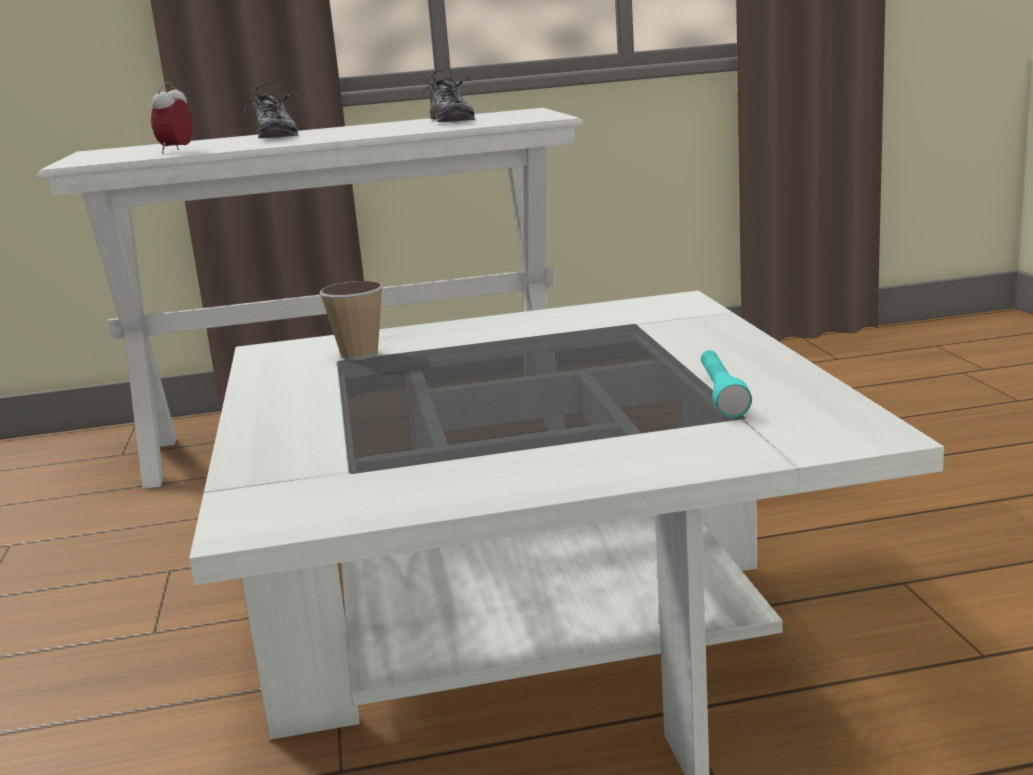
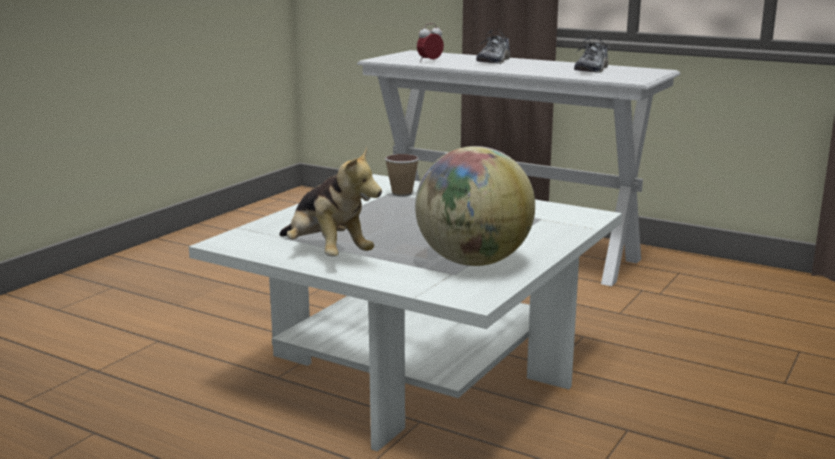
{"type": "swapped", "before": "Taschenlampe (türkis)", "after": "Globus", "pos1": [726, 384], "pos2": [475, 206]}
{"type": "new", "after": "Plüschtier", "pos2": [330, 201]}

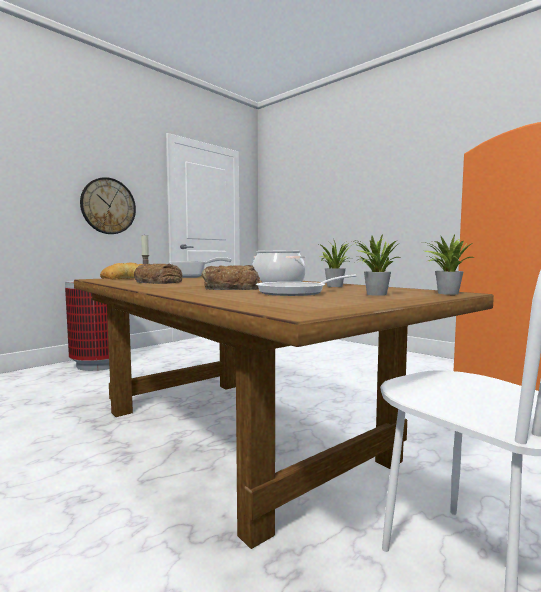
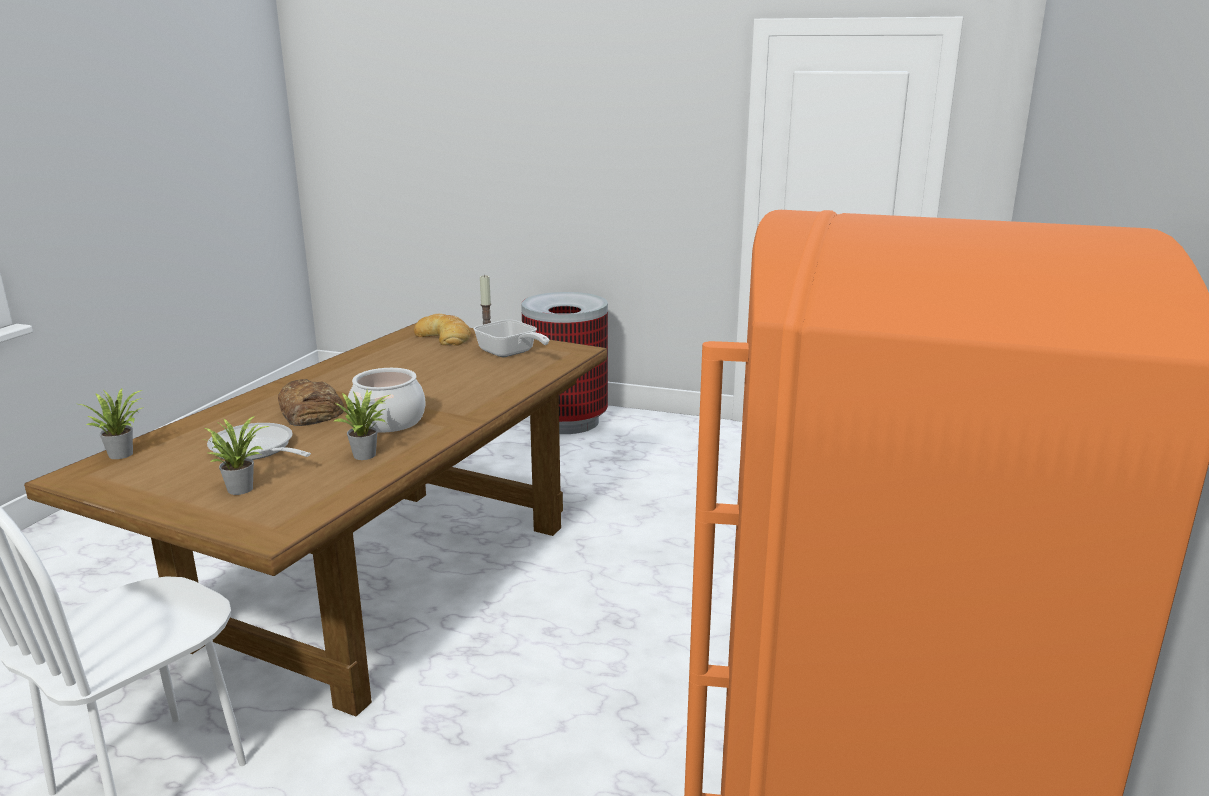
{"type": "gone", "before": "Wanduhr", "pos1": [108, 205]}
{"type": "gone", "before": "Brot", "pos1": [158, 274]}
{"type": "shifted", "before": "Topfpflanze", "pos1": [449, 265], "pos2": [111, 423]}

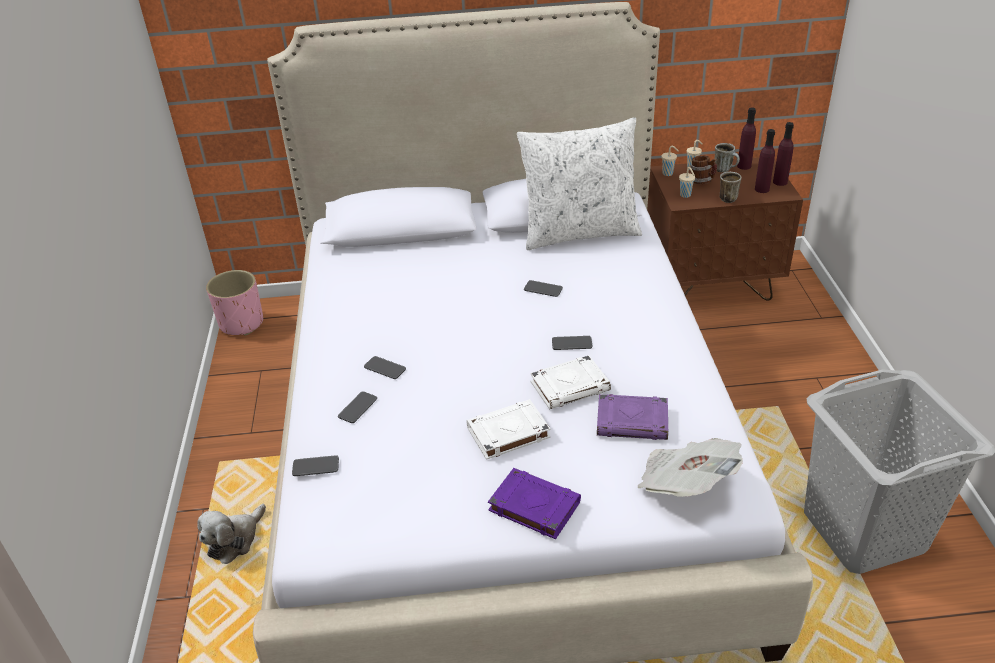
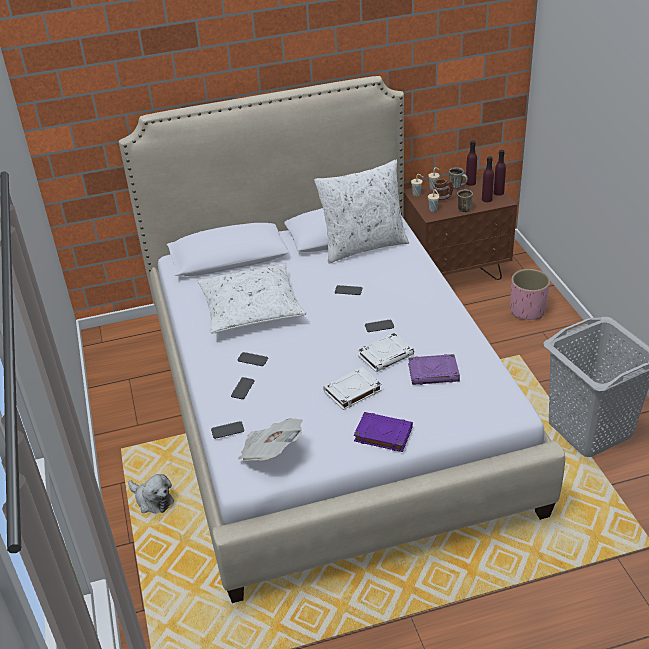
{"type": "rotated", "before": "Plüschtier", "pos1": [231, 534], "pos2": [151, 494], "turn": -75}
{"type": "shifted", "before": "Pflanzkübel (rosa)", "pos1": [234, 303], "pos2": [530, 294]}
{"type": "shifted", "before": "Zeitung", "pos1": [690, 467], "pos2": [270, 439]}
{"type": "new", "after": "Kissen (weiß)", "pos2": [252, 298]}

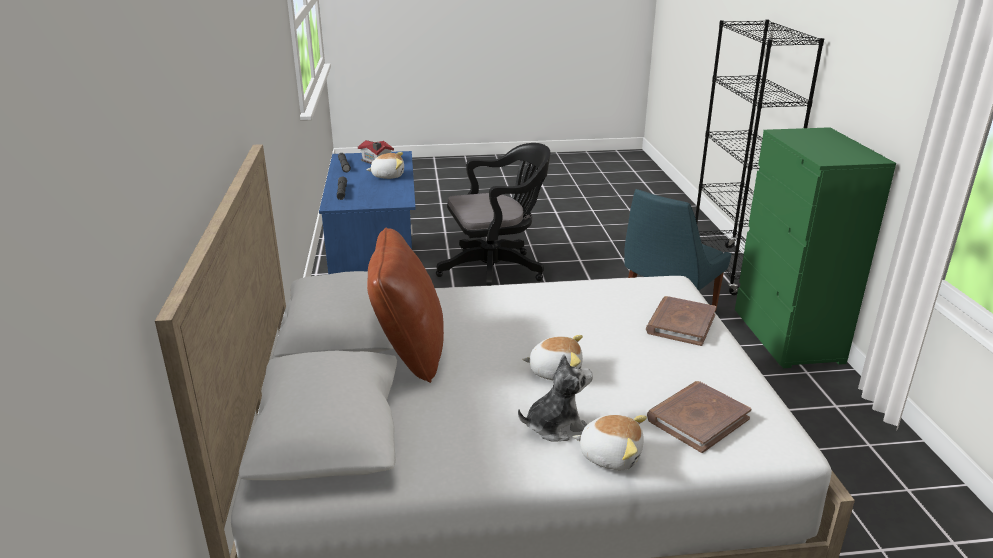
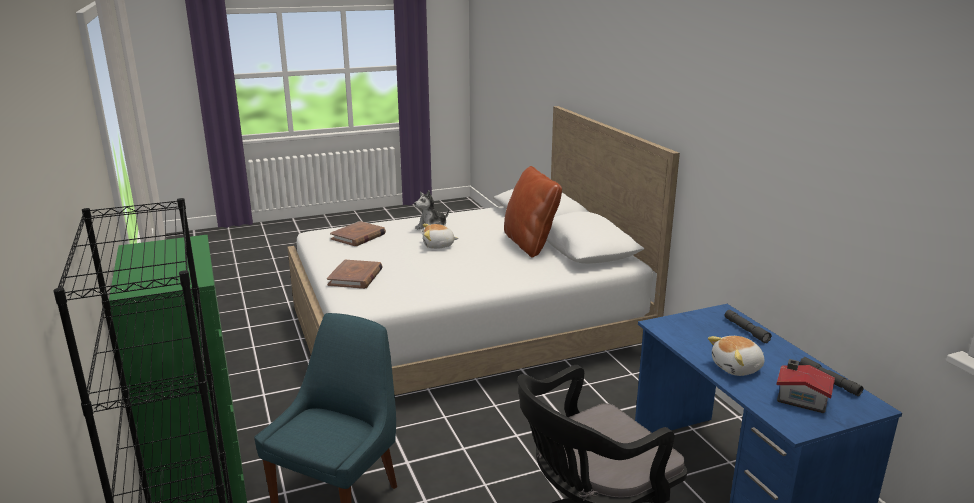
{"type": "gone", "before": "Plüschtier", "pos1": [610, 442]}

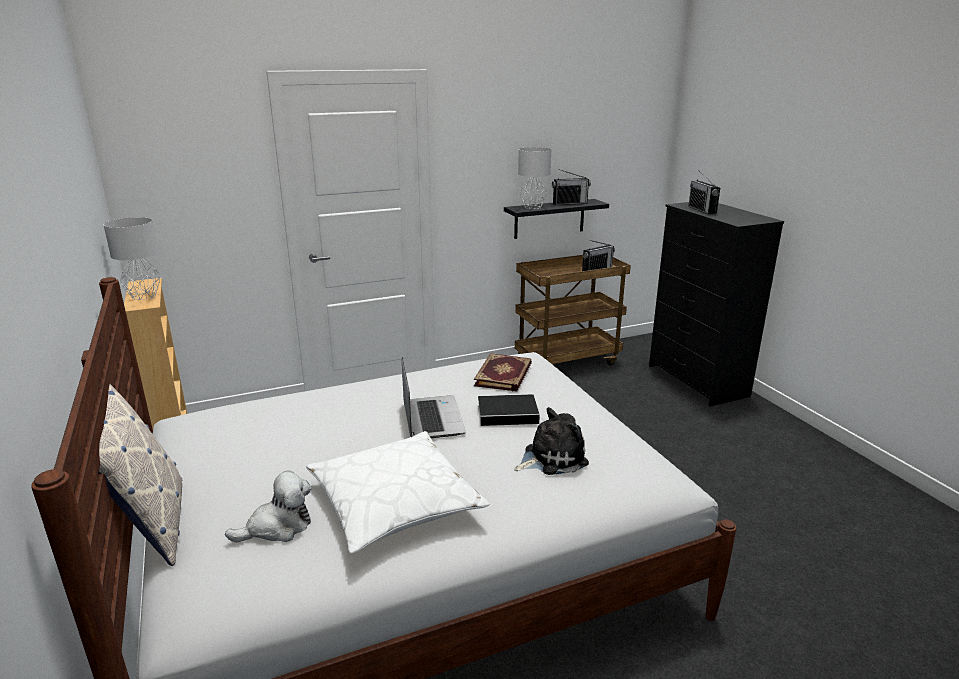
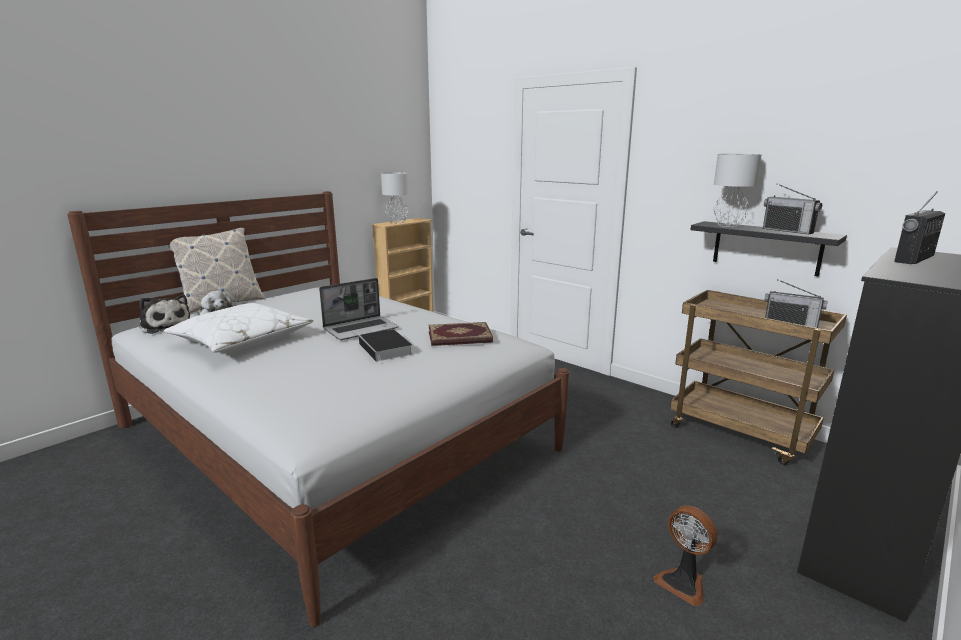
{"type": "shifted", "before": "Plüschtier", "pos1": [551, 441], "pos2": [164, 314]}
{"type": "new", "after": "Ventilator", "pos2": [685, 556]}

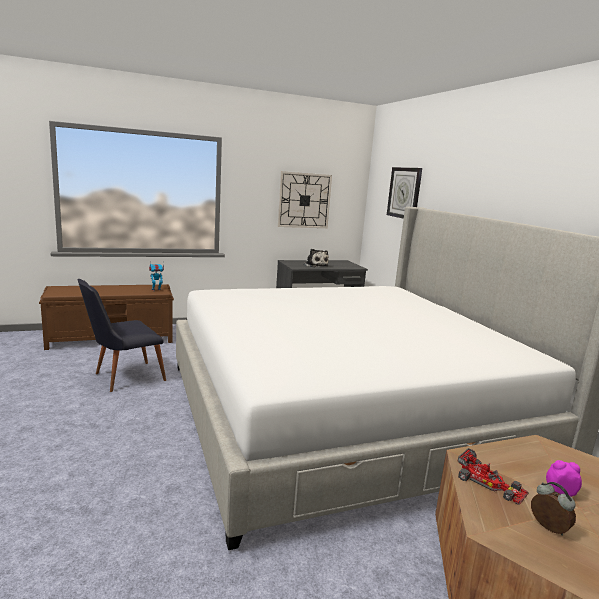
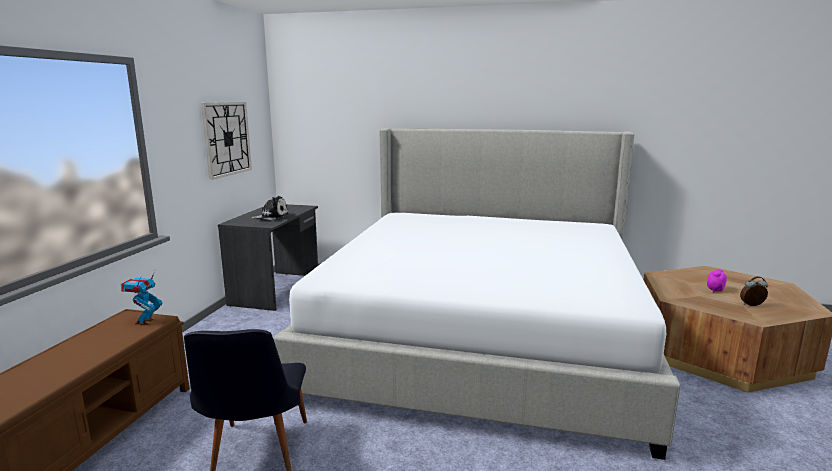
{"type": "gone", "before": "Wanduhr", "pos1": [404, 193]}
{"type": "gone", "before": "Spielzeugauto", "pos1": [493, 476]}

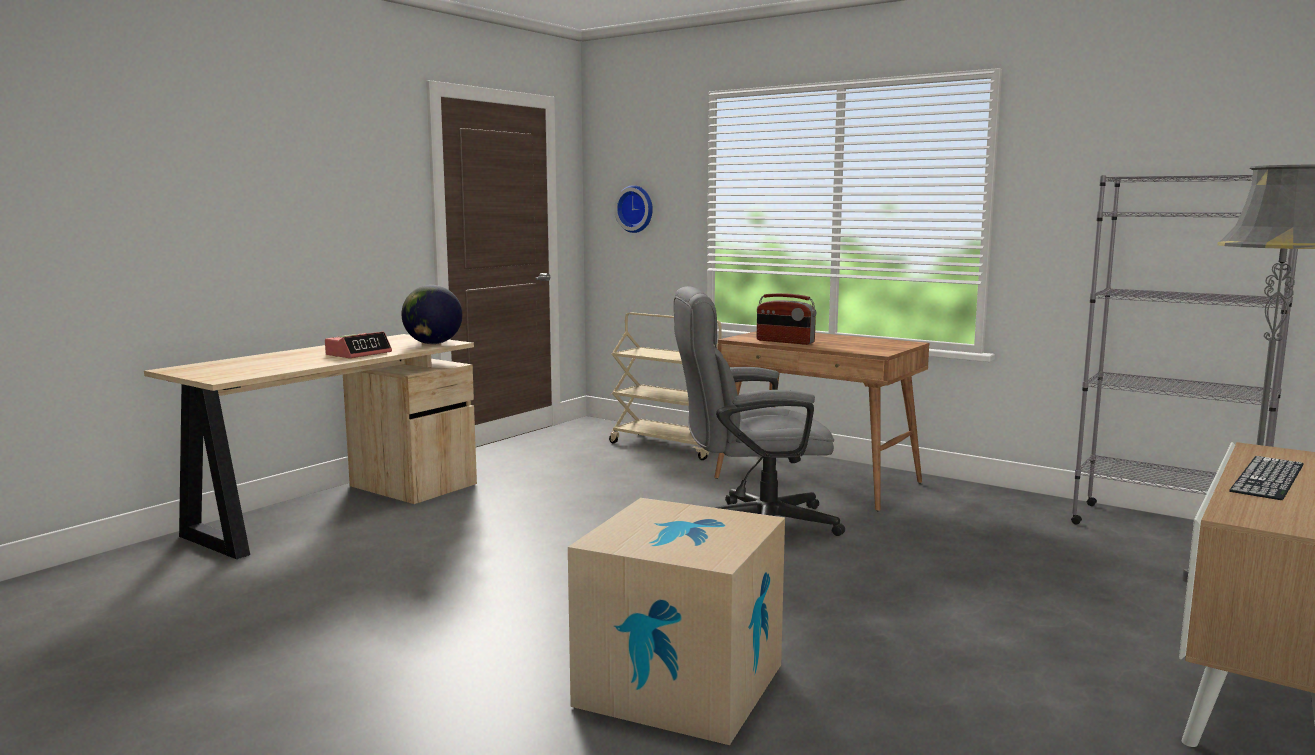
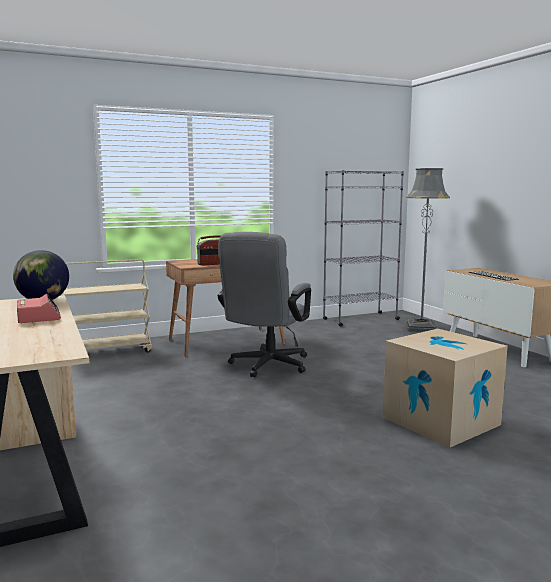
{"type": "gone", "before": "Wanduhr", "pos1": [633, 209]}

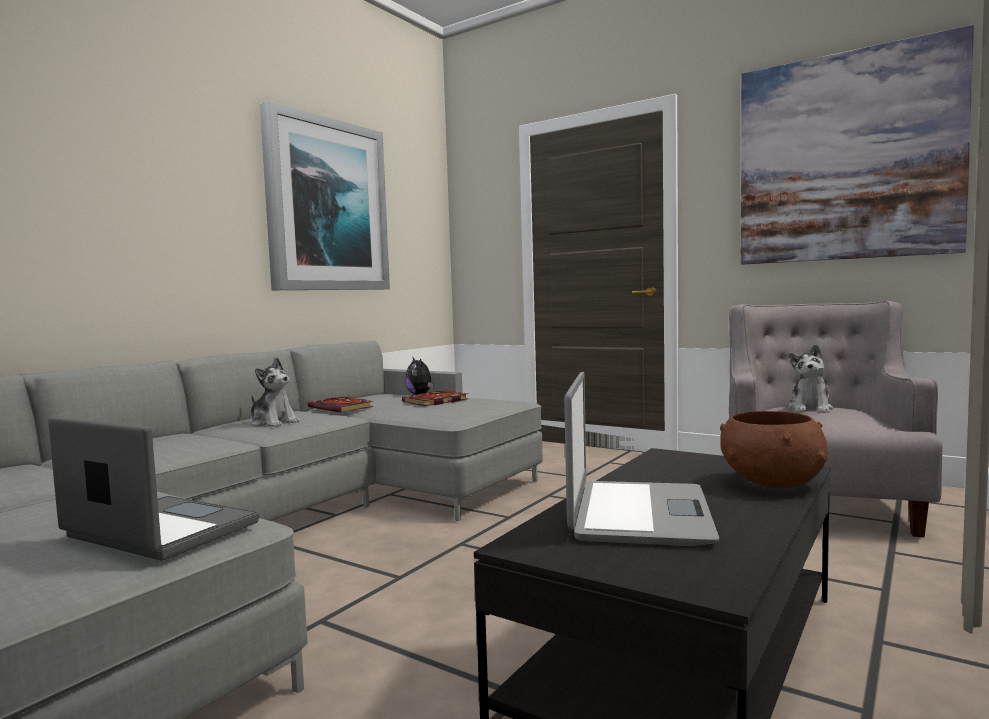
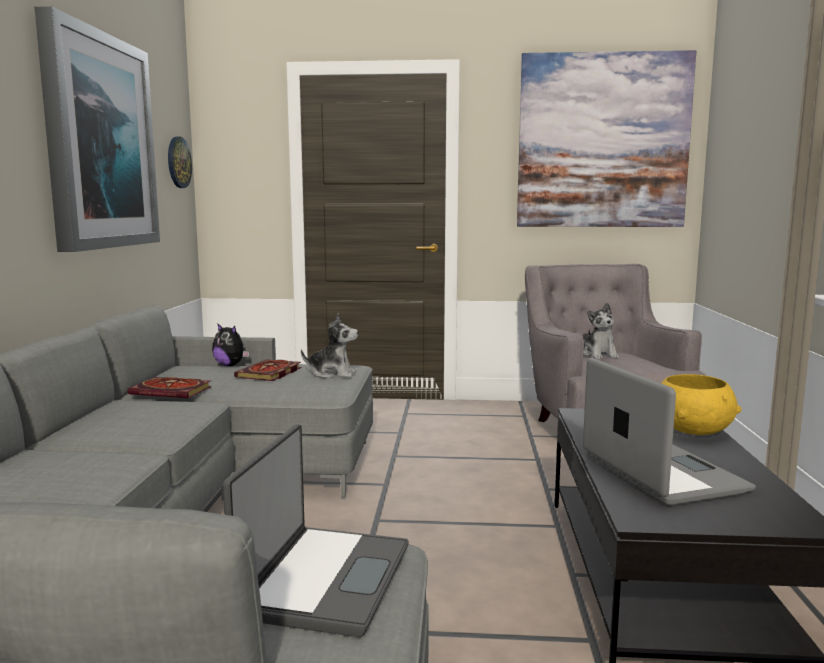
{"type": "rotated", "before": "Laptop", "pos1": [154, 488], "pos2": [316, 530], "turn": 105}
{"type": "shifted", "before": "Plüschtier", "pos1": [275, 392], "pos2": [329, 346]}
{"type": "repainted", "before": "Schüssel (braun)", "after": "Schüssel (gelb)", "pos1": [774, 449], "pos2": [701, 404]}
{"type": "new", "after": "Wanduhr", "pos2": [180, 162]}

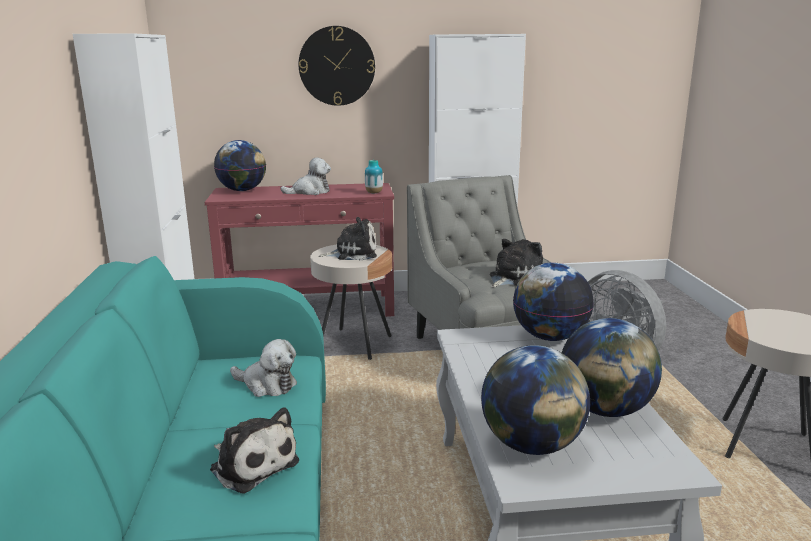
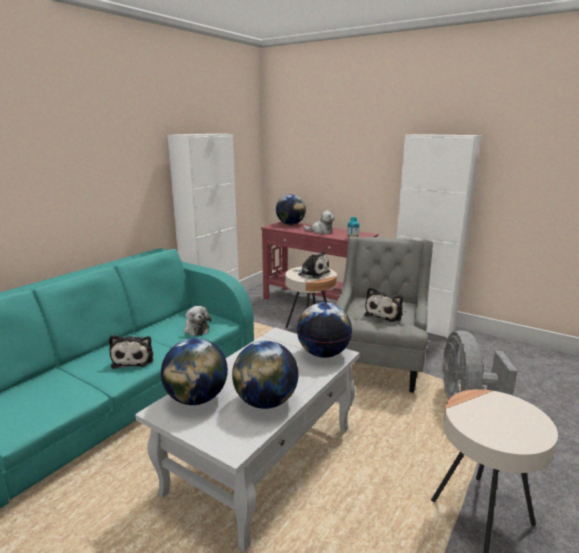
{"type": "gone", "before": "Wanduhr", "pos1": [337, 66]}
{"type": "rotated", "before": "Plüschtier", "pos1": [516, 263], "pos2": [383, 304], "turn": 120}

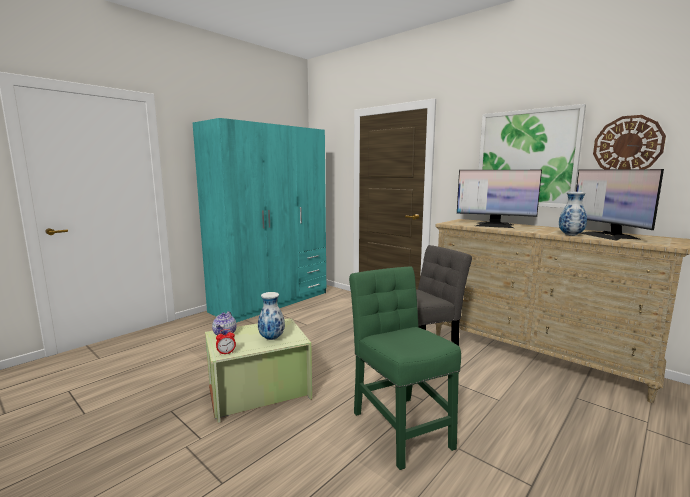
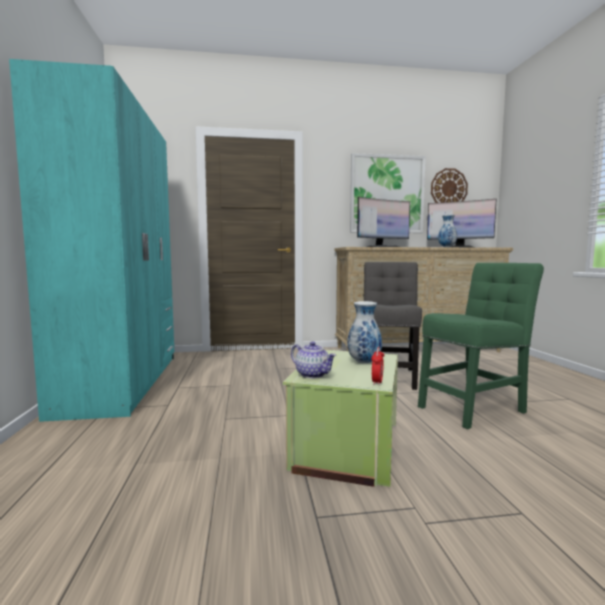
{"type": "rotated", "before": "Stuhl (grün)", "pos1": [405, 368], "pos2": [481, 346], "turn": 135}

